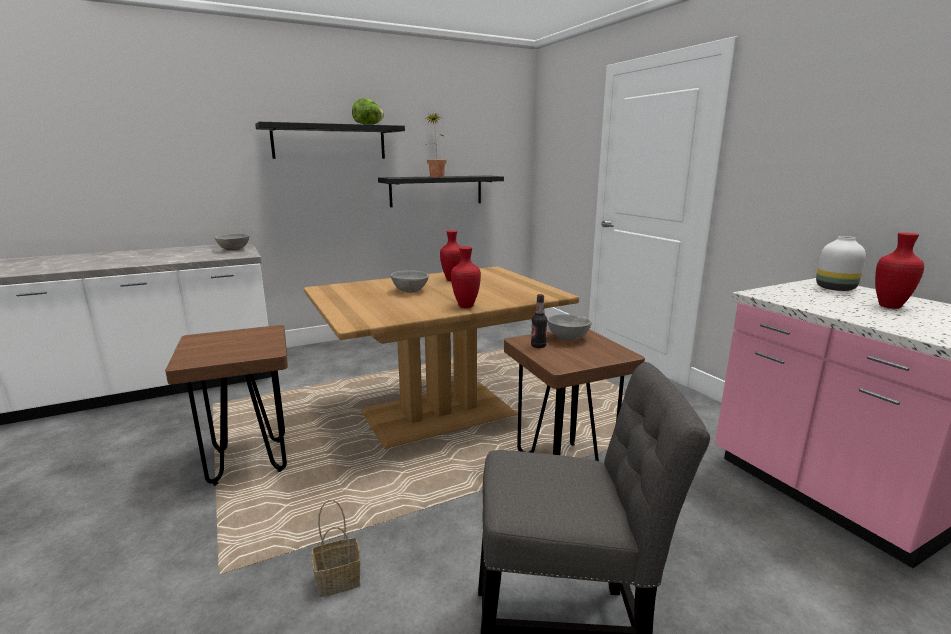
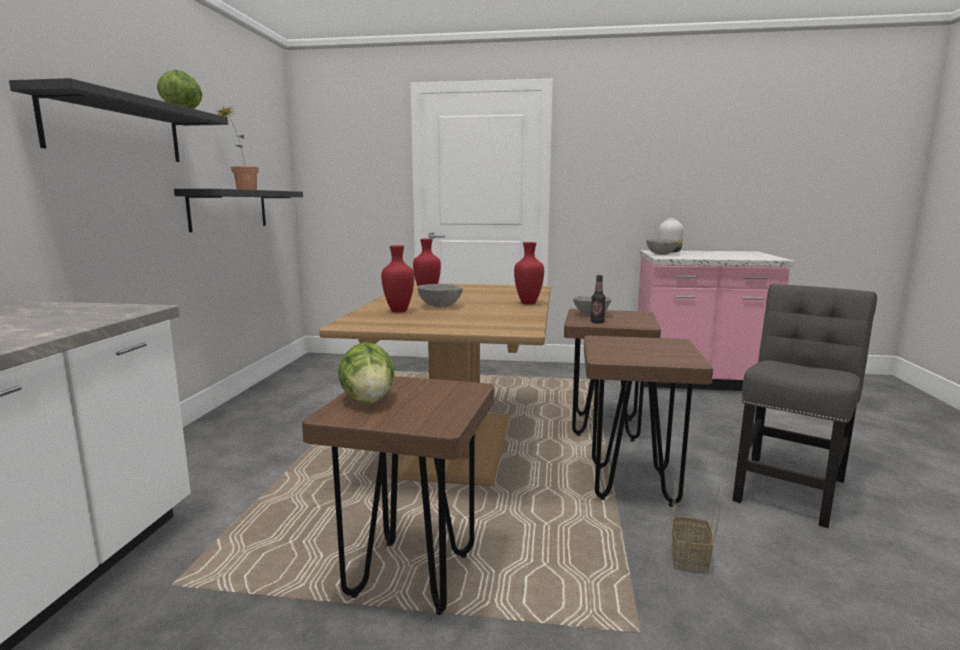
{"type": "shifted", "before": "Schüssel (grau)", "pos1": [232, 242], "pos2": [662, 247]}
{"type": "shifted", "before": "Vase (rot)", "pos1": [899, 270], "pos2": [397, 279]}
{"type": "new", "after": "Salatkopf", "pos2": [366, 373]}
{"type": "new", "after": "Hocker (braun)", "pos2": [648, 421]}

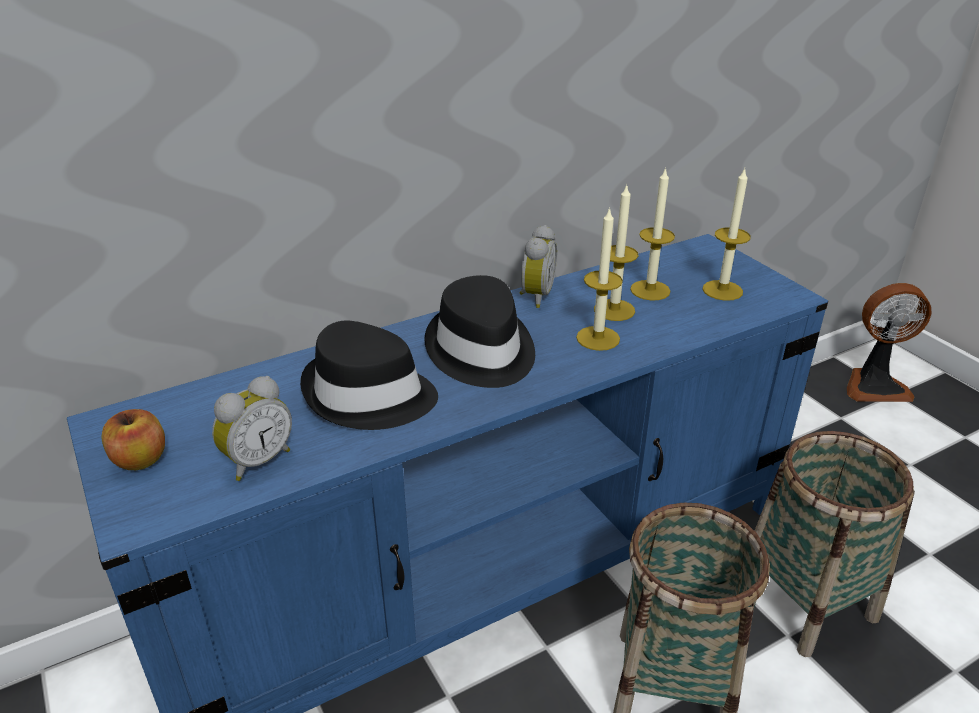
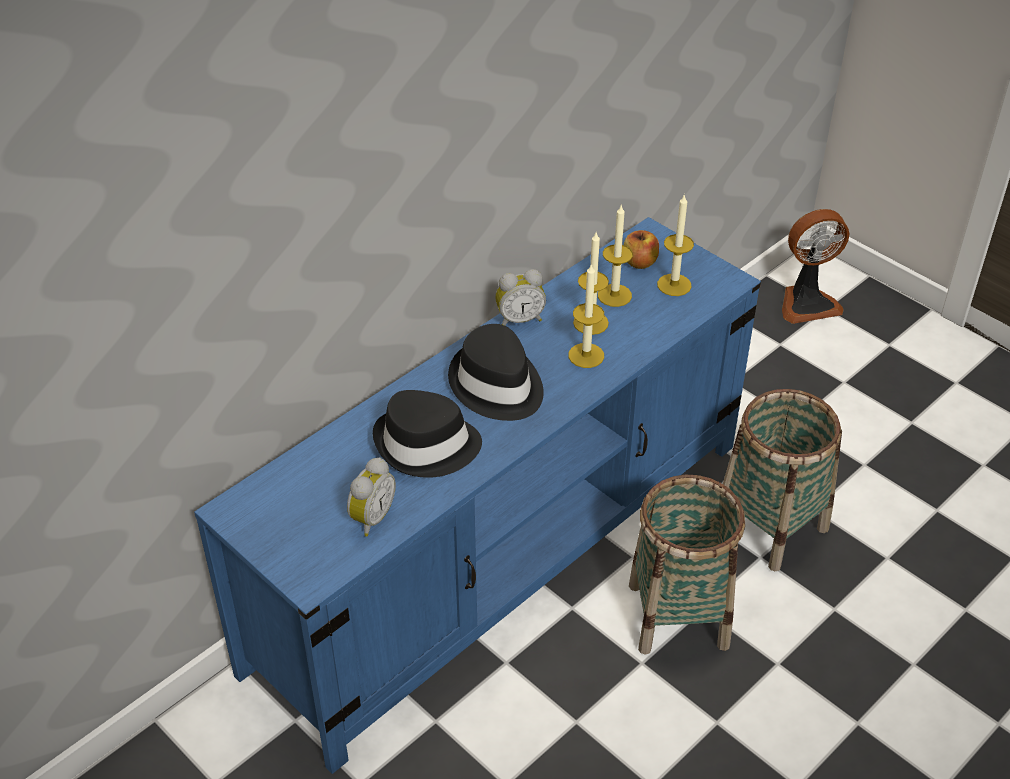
{"type": "shifted", "before": "Apfel", "pos1": [133, 439], "pos2": [641, 249]}
{"type": "rotated", "before": "Wecker", "pos1": [538, 266], "pos2": [520, 297], "turn": 75}

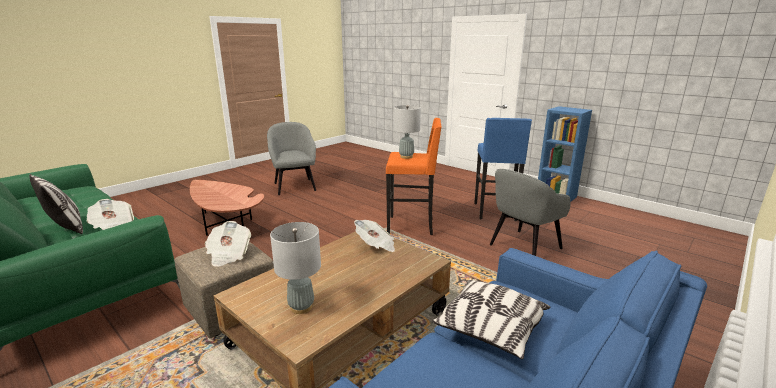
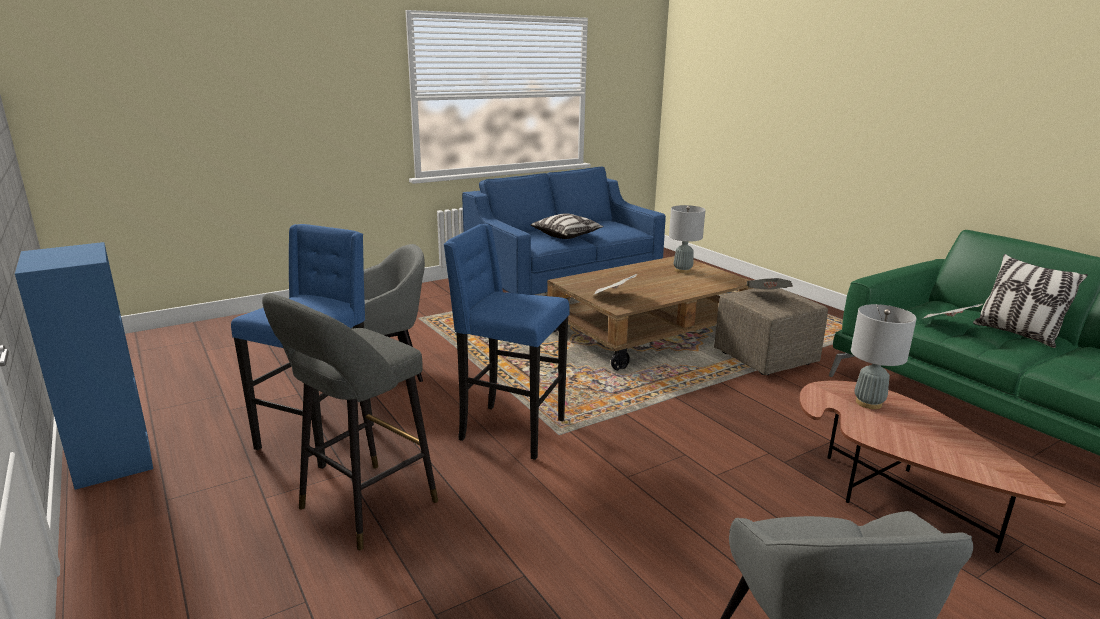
{"type": "repainted", "before": "Hocker (orange)", "after": "Hocker (blau)", "pos1": [414, 176], "pos2": [506, 342]}
{"type": "shifted", "before": "Tischlampe (grau)", "pos1": [407, 132], "pos2": [884, 356]}
{"type": "new", "after": "Hocker (grau)", "pos2": [350, 421]}

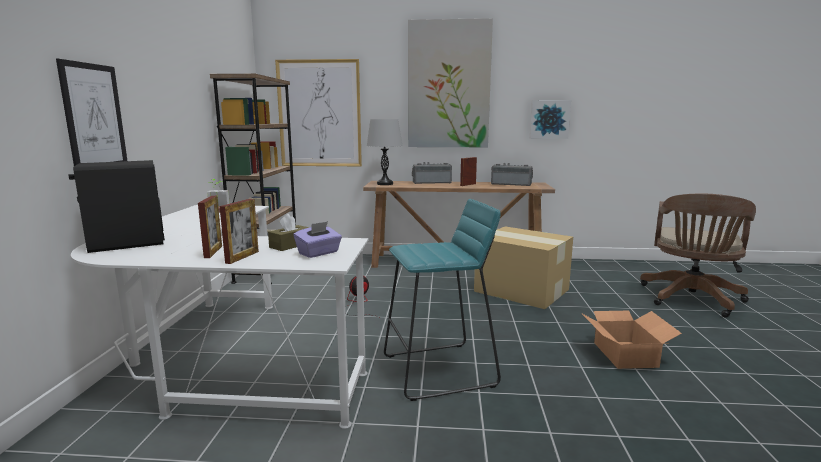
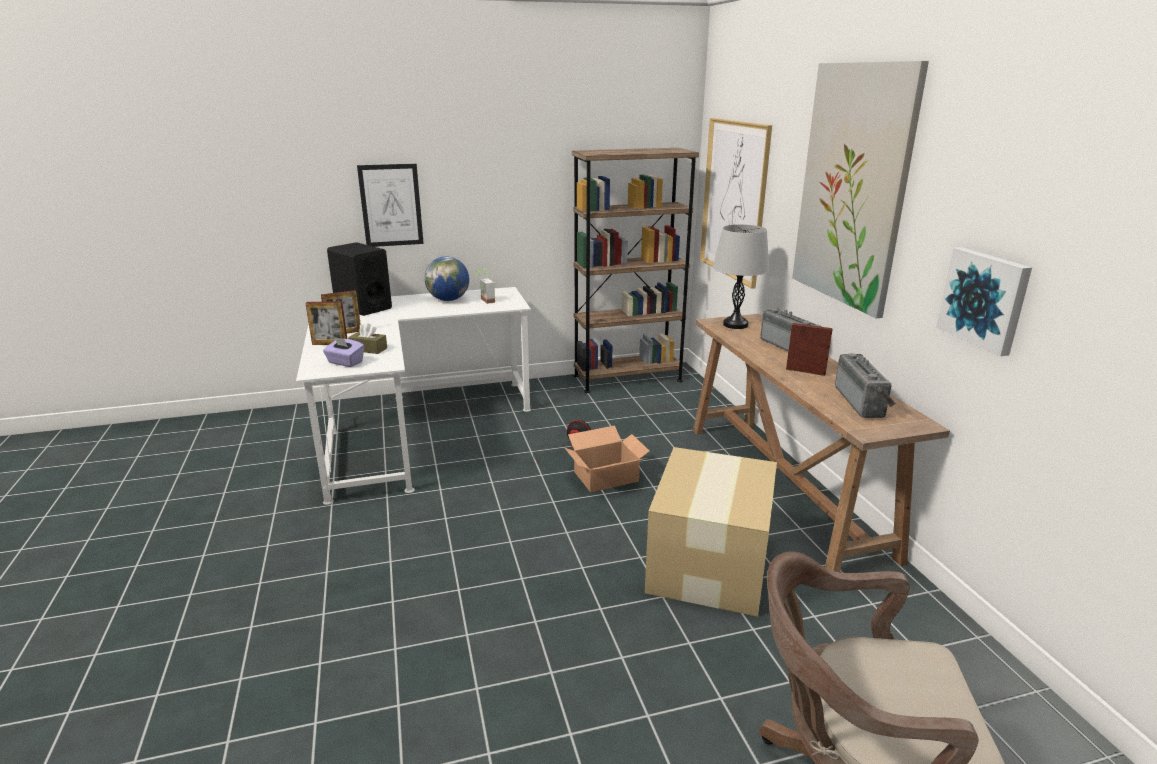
{"type": "gone", "before": "Hocker (türkis)", "pos1": [442, 300]}
{"type": "shifted", "before": "Karton", "pos1": [631, 340], "pos2": [607, 459]}
{"type": "new", "after": "Globus", "pos2": [447, 278]}

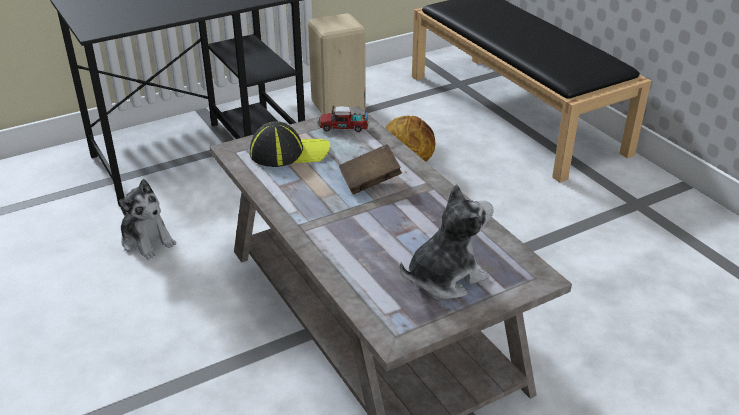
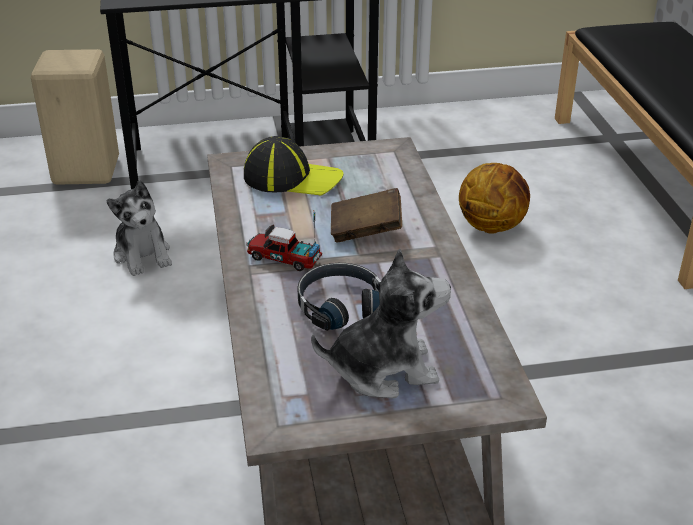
{"type": "shifted", "before": "Hocker (beige)", "pos1": [337, 64], "pos2": [75, 117]}
{"type": "shifted", "before": "Spielzeuglaster", "pos1": [343, 111], "pos2": [284, 240]}
{"type": "new", "after": "Kopfhörer (schwarz)", "pos2": [339, 297]}

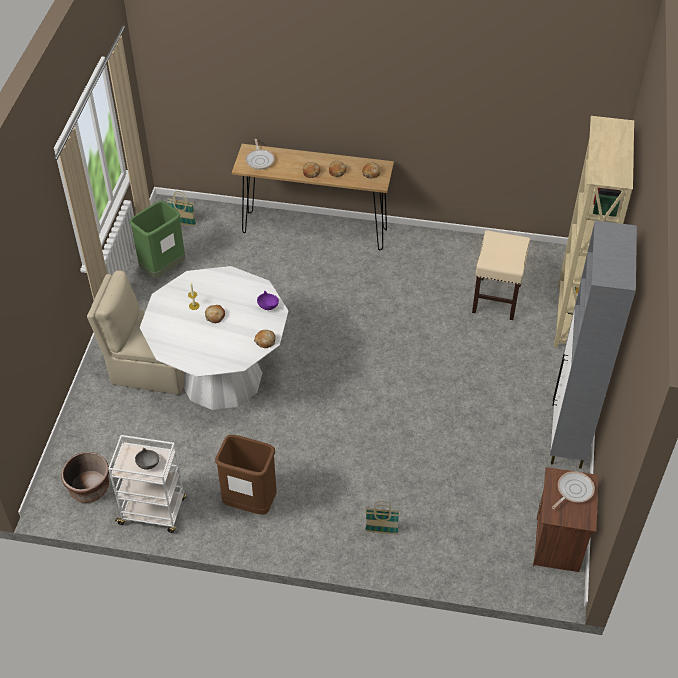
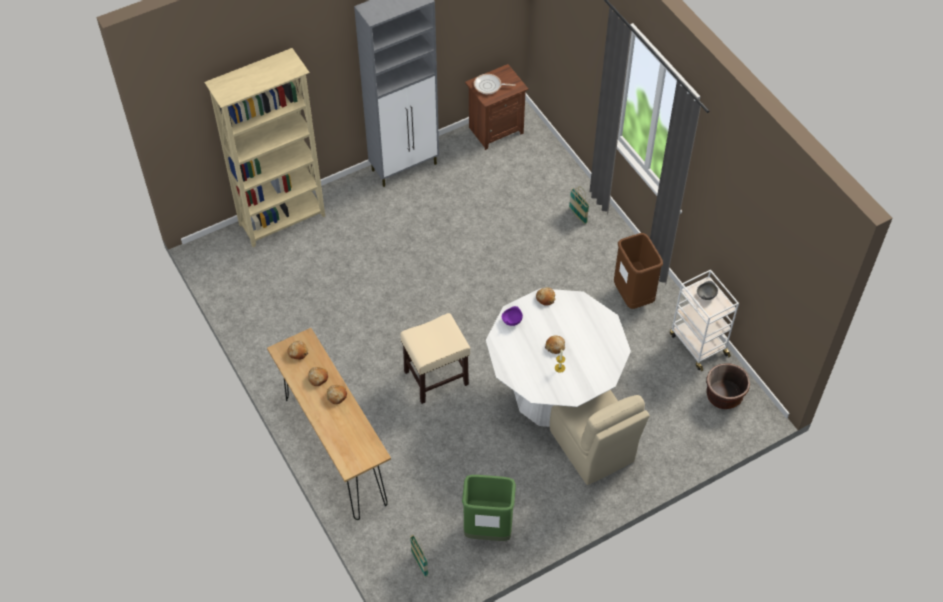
{"type": "gone", "before": "Pfanne", "pos1": [260, 154]}
{"type": "shifted", "before": "Hocker (beige)", "pos1": [501, 275], "pos2": [435, 358]}

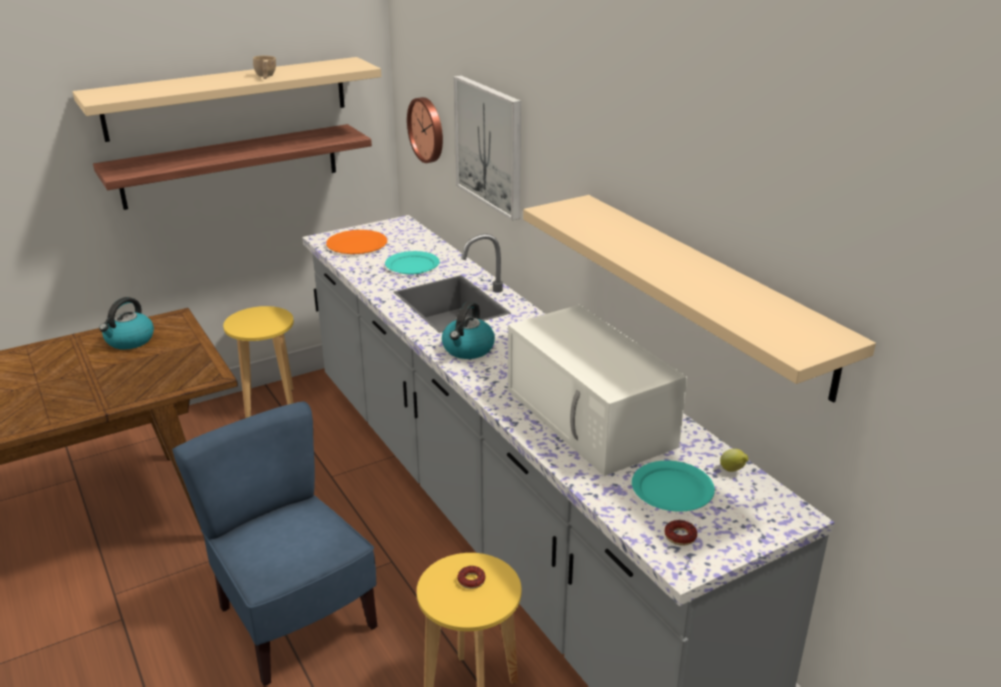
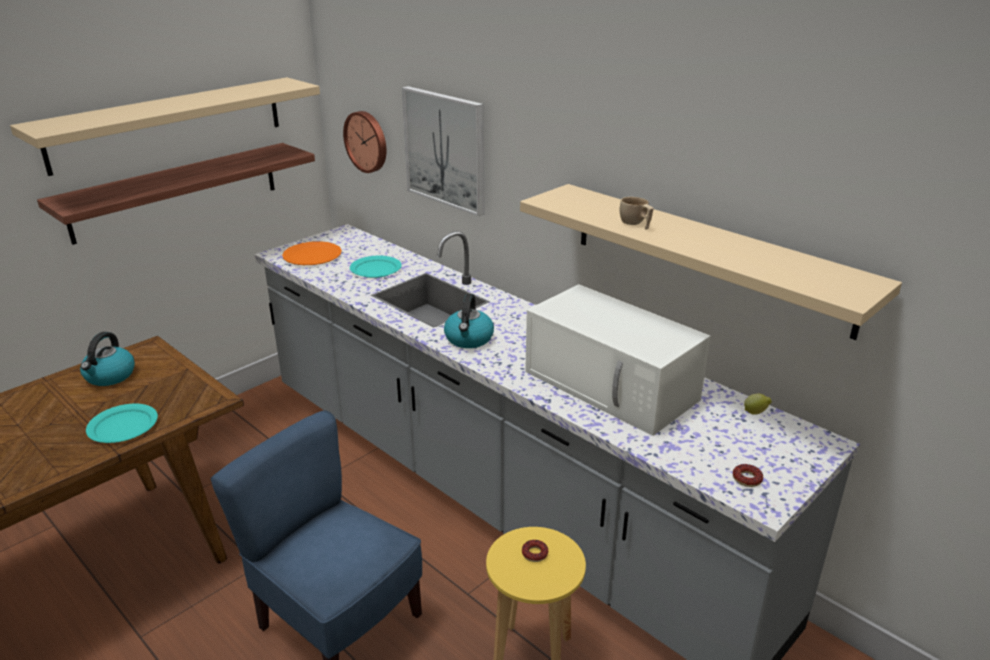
{"type": "gone", "before": "Hocker (gelb)", "pos1": [258, 362]}
{"type": "shifted", "before": "Tasse (beige)", "pos1": [264, 67], "pos2": [637, 213]}
{"type": "shifted", "before": "Teller (türkis)", "pos1": [673, 486], "pos2": [122, 423]}

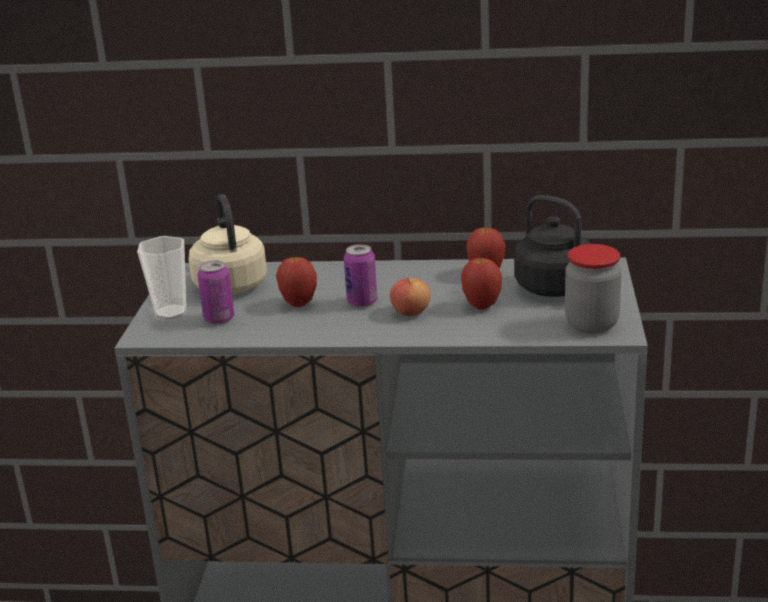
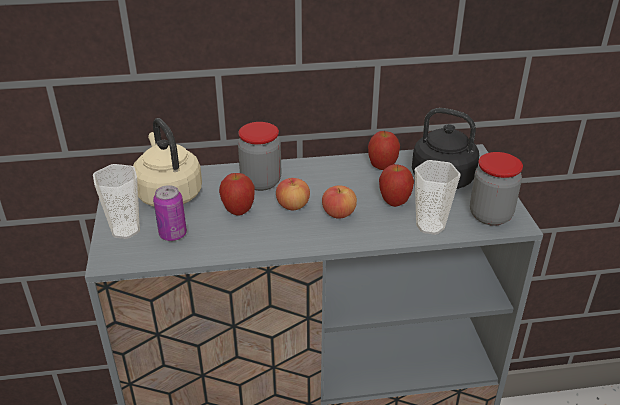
{"type": "swapped", "before": "Dose", "after": "Apfel", "pos1": [360, 275], "pos2": [293, 194]}
{"type": "new", "after": "Vorratsglas", "pos2": [259, 156]}
{"type": "new", "after": "Tasse", "pos2": [438, 197]}

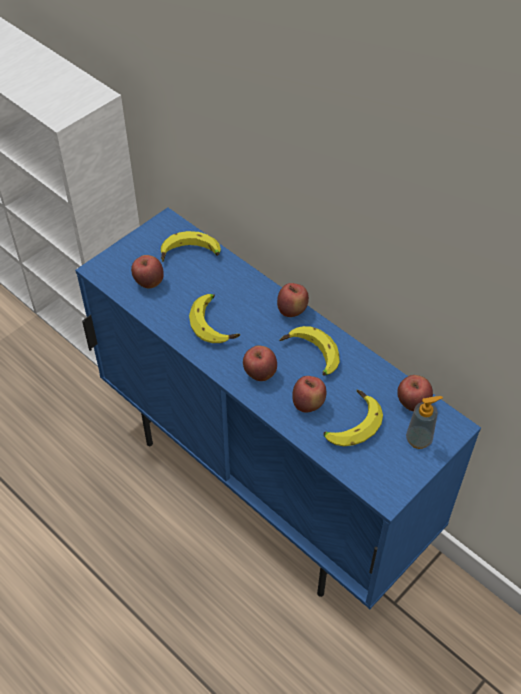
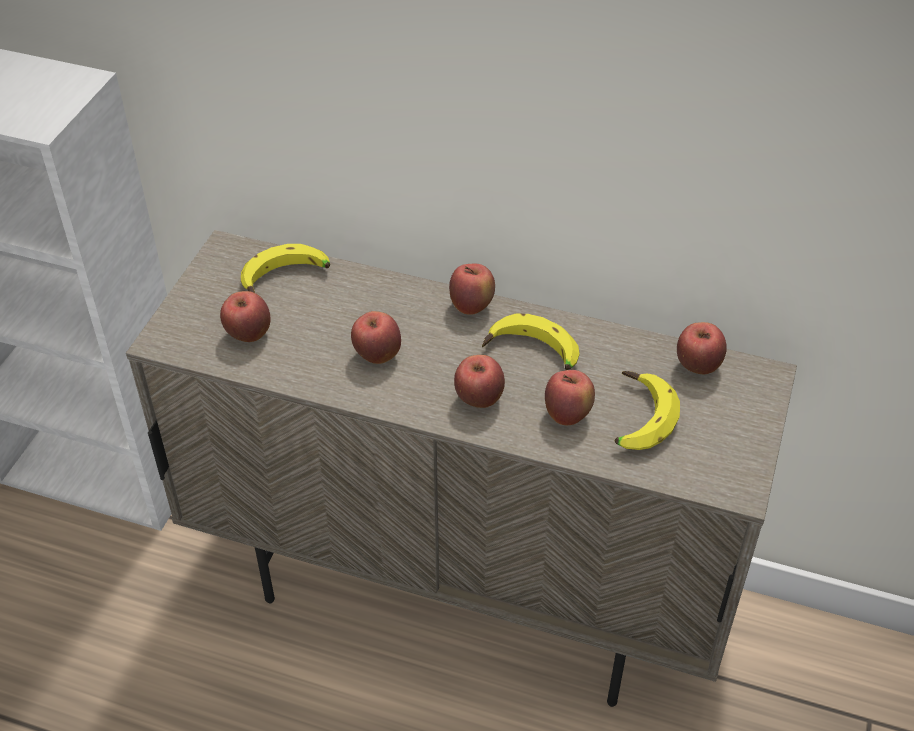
{"type": "repainted", "before": "Schrank (blau)", "after": "Schrank (beige)", "pos1": [278, 408], "pos2": [461, 468]}
{"type": "swapped", "before": "Banane", "after": "Apfel", "pos1": [214, 318], "pos2": [376, 337]}
{"type": "gone", "before": "Seifenspender", "pos1": [424, 422]}

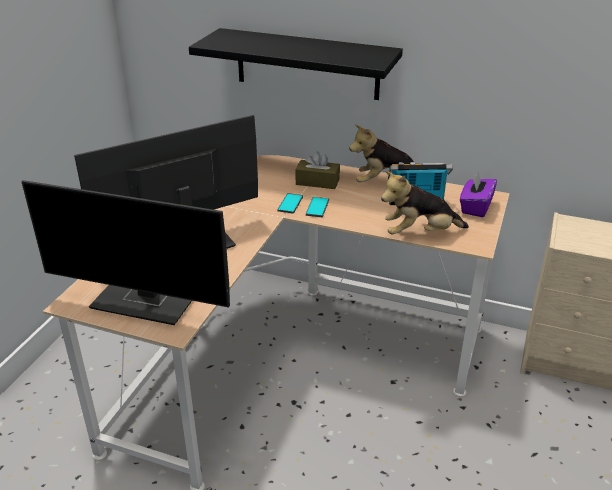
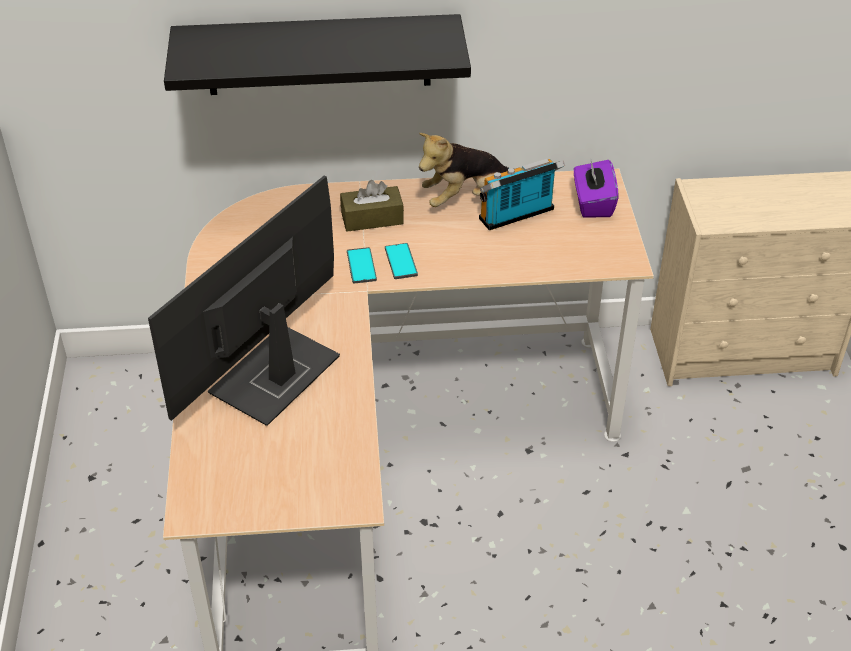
{"type": "gone", "before": "Monitor", "pos1": [125, 252]}
{"type": "gone", "before": "Plüschtier", "pos1": [425, 202]}

